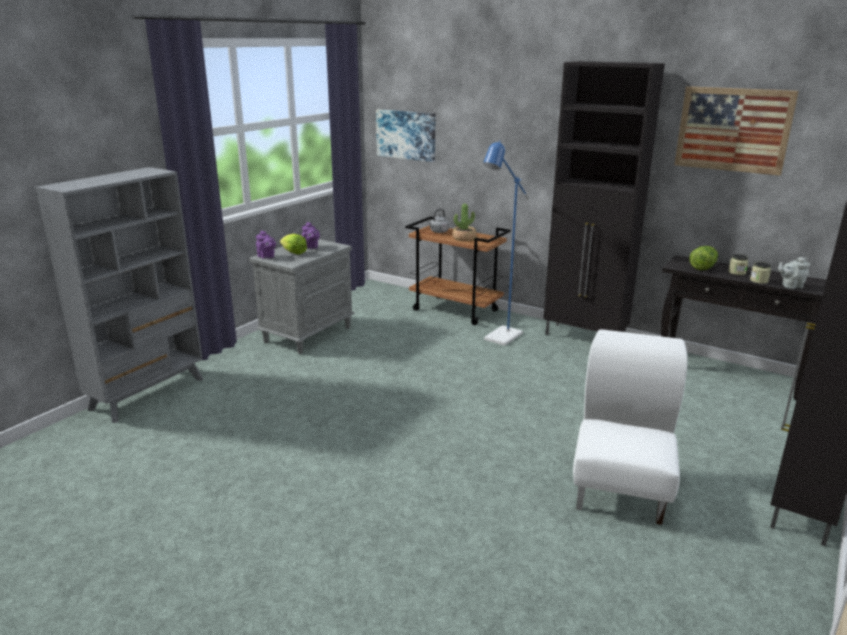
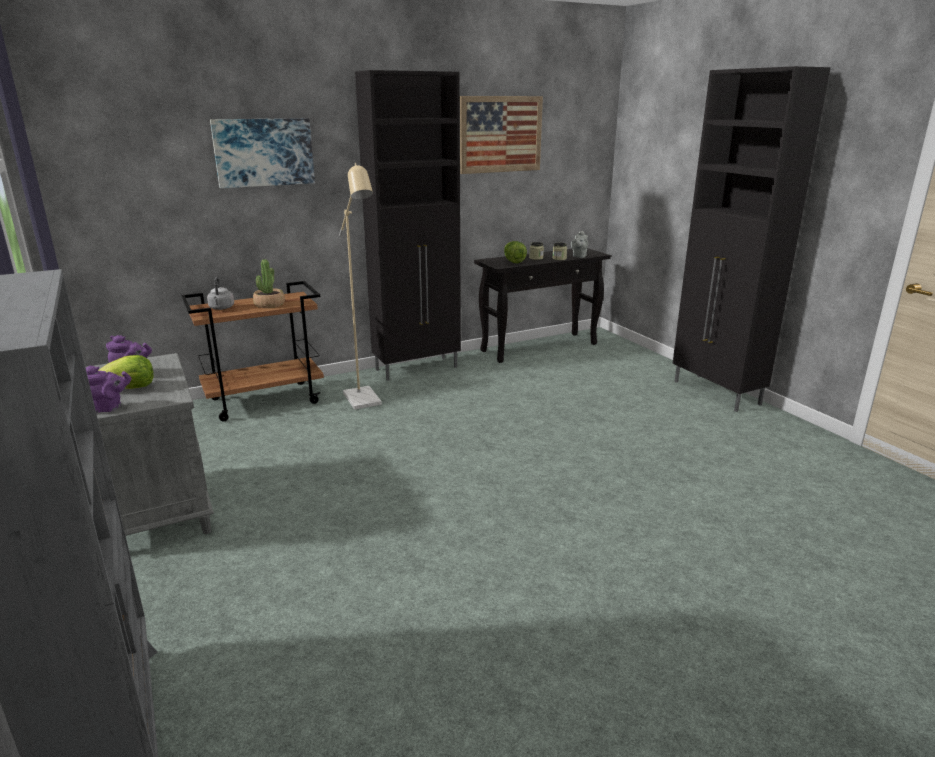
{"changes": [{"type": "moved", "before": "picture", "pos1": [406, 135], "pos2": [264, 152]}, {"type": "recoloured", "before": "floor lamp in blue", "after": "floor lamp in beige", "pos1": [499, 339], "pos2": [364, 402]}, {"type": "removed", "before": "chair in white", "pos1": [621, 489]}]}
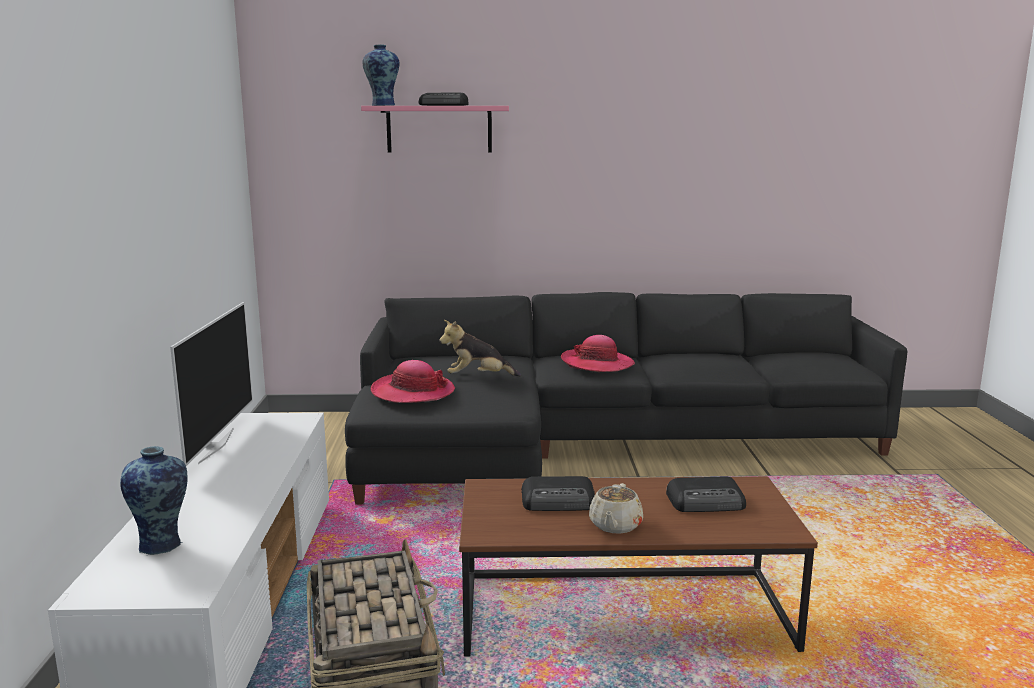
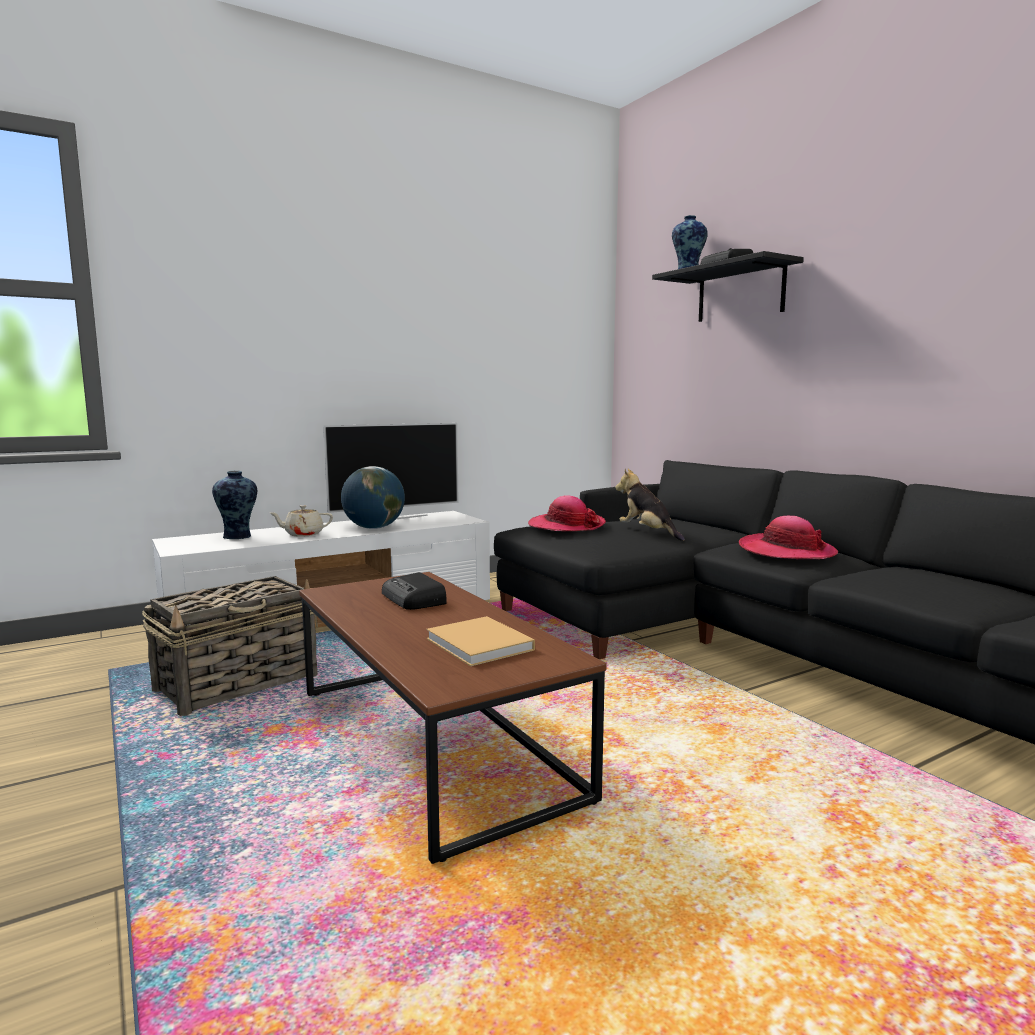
{"changes": [{"type": "moved", "before": "teapot in beige", "pos1": [615, 526], "pos2": [303, 534]}, {"type": "added", "after": "globe", "pos2": [374, 528]}, {"type": "replaced", "before": "radio", "after": "book in beige", "pos1": [707, 502], "pos2": [481, 645]}, {"type": "recoloured", "before": "shelf in pink", "after": "shelf in black", "pos1": [439, 129], "pos2": [740, 293]}]}
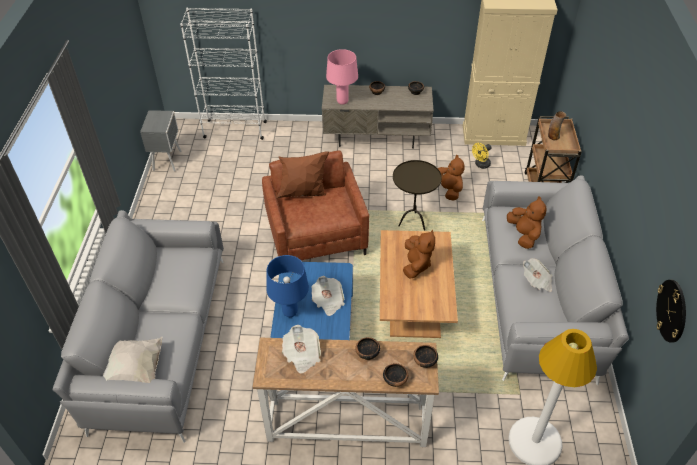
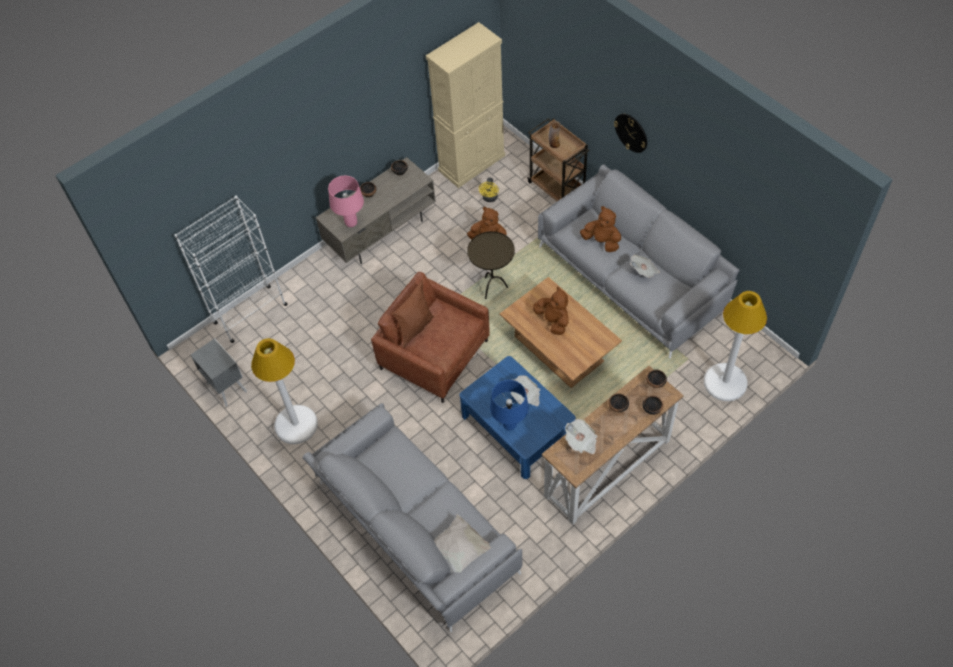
{"changes": [{"type": "added", "after": "floor lamp in white", "pos2": [296, 425]}, {"type": "moved", "before": "wall clock", "pos1": [671, 311], "pos2": [631, 132]}]}
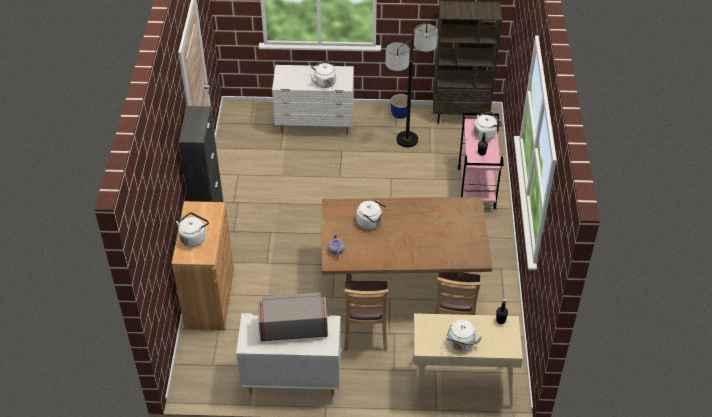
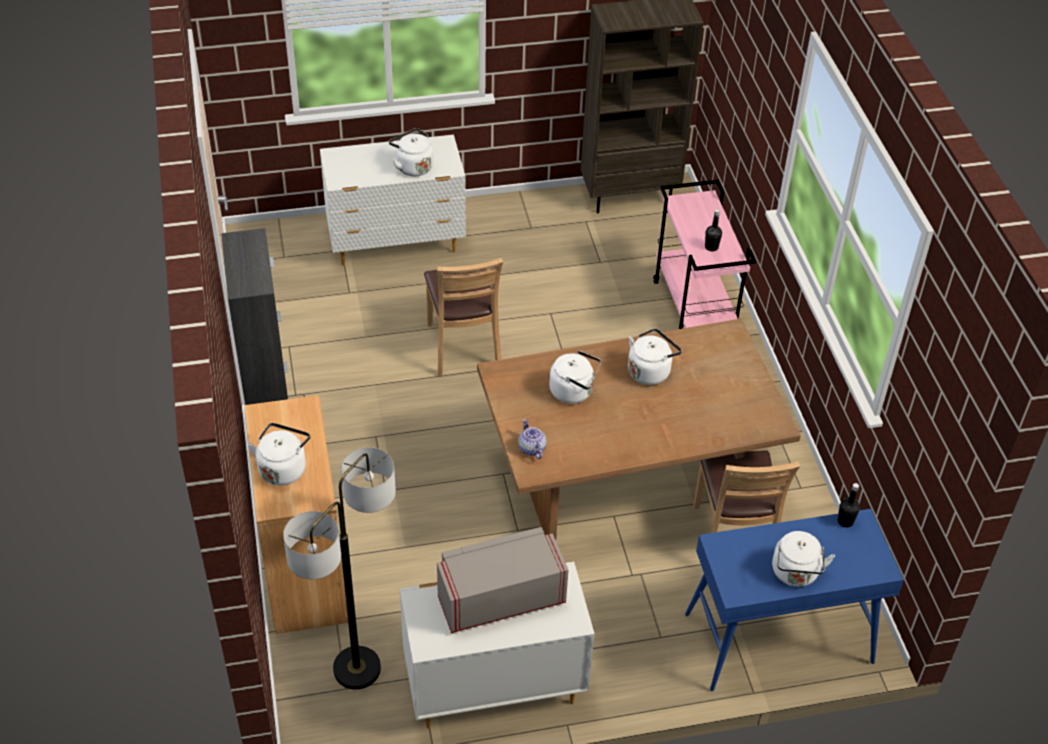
{"changes": [{"type": "moved", "before": "floor lamp", "pos1": [407, 140], "pos2": [356, 669]}, {"type": "moved", "before": "chair in brown", "pos1": [365, 331], "pos2": [463, 346]}, {"type": "moved", "before": "kettle in white", "pos1": [486, 134], "pos2": [650, 371]}, {"type": "recoloured", "before": "console table in beige", "after": "console table in blue", "pos1": [460, 383], "pos2": [777, 639]}, {"type": "removed", "before": "planter", "pos1": [400, 114]}]}
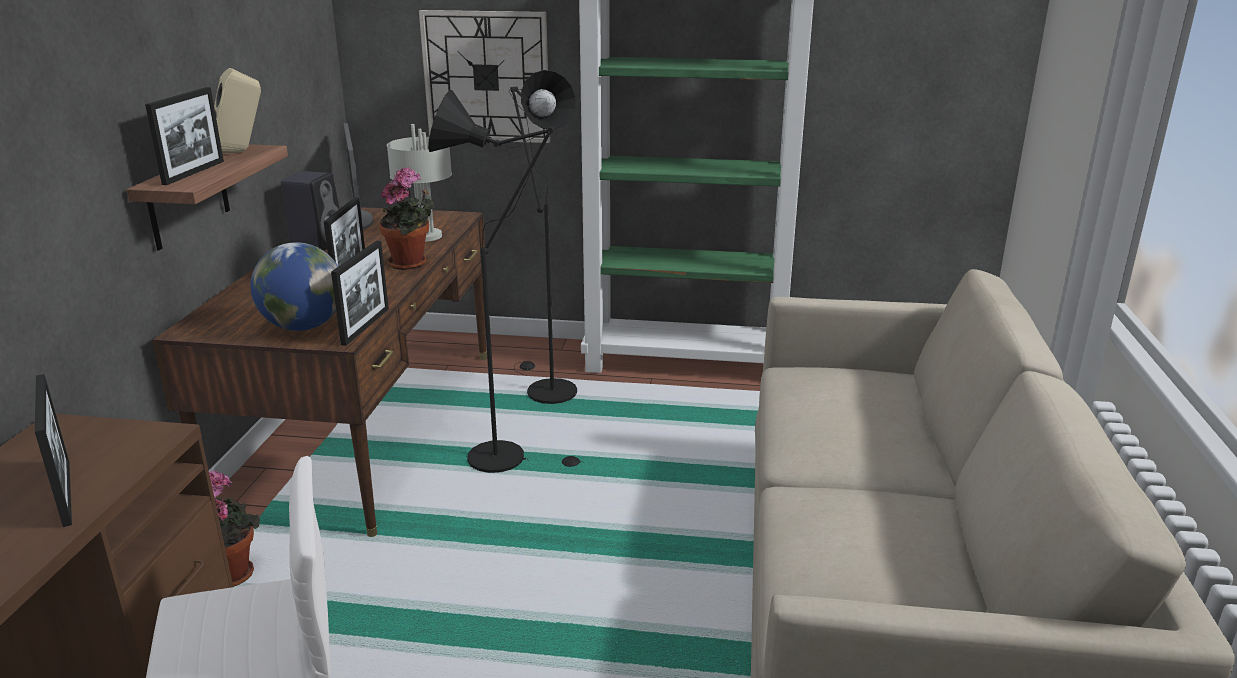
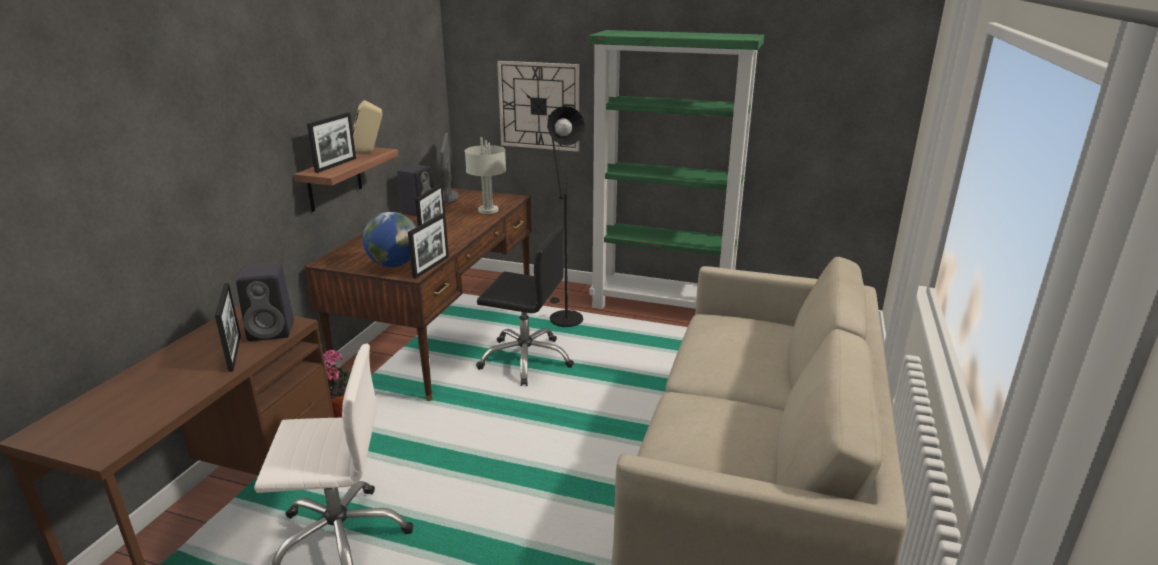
{"changes": [{"type": "added", "after": "speaker in black", "pos2": [273, 331]}, {"type": "replaced", "before": "floor lamp in black", "after": "office chair in black", "pos1": [508, 458], "pos2": [526, 359]}, {"type": "removed", "before": "potted plant", "pos1": [411, 264]}]}
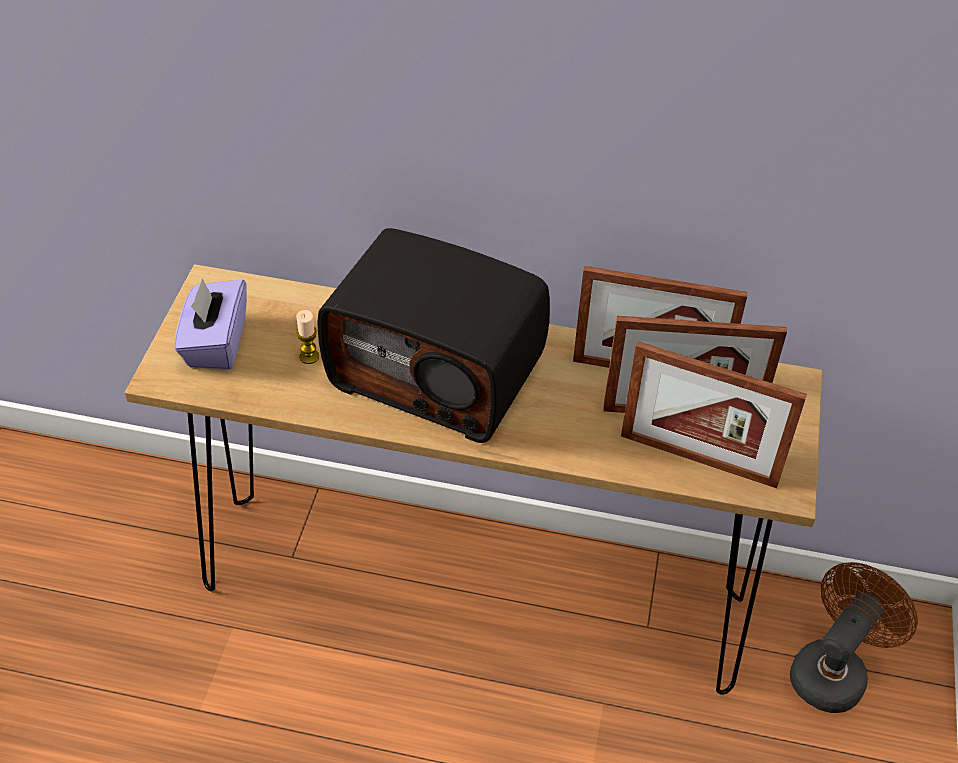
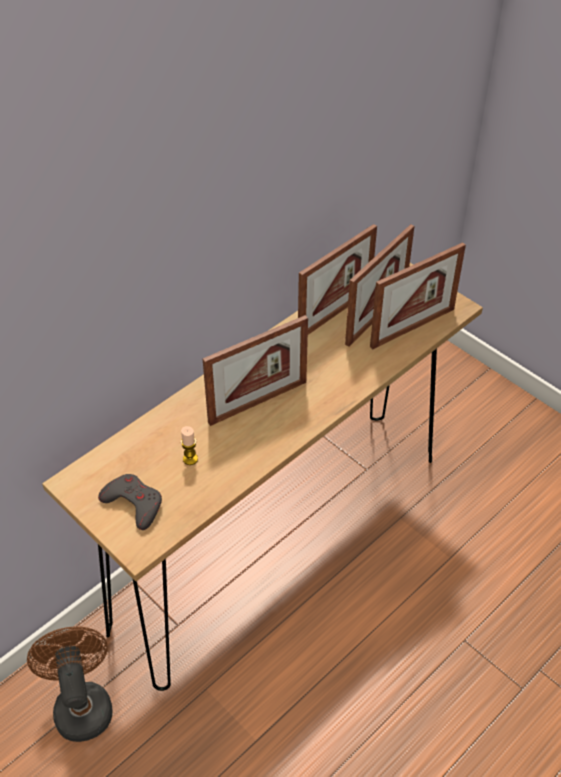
{"changes": [{"type": "moved", "before": "fan in brown", "pos1": [833, 670], "pos2": [81, 704]}, {"type": "replaced", "before": "tissue box in purple", "after": "game controller in grey", "pos1": [215, 343], "pos2": [133, 503]}, {"type": "replaced", "before": "radio", "after": "picture frame", "pos1": [438, 371], "pos2": [258, 402]}]}
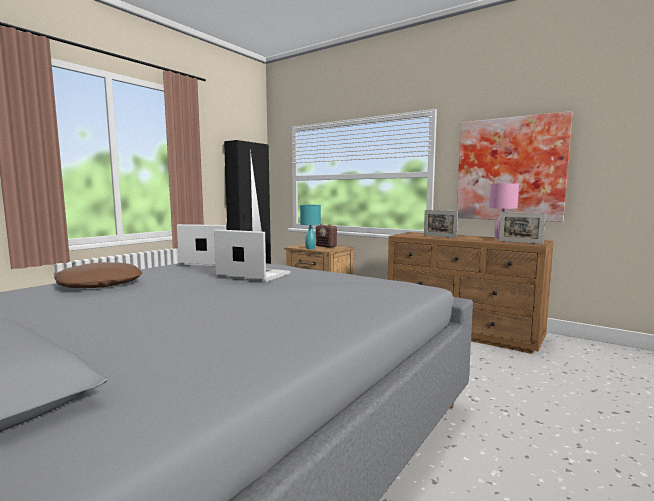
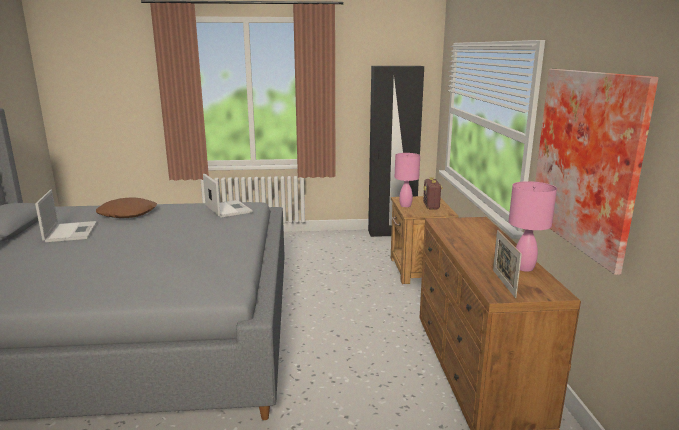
{"changes": [{"type": "moved", "before": "laptop", "pos1": [252, 275], "pos2": [71, 232]}, {"type": "recoloured", "before": "table lamp in turquoise", "after": "table lamp in pink", "pos1": [311, 248], "pos2": [405, 205]}, {"type": "removed", "before": "picture frame", "pos1": [439, 236]}]}
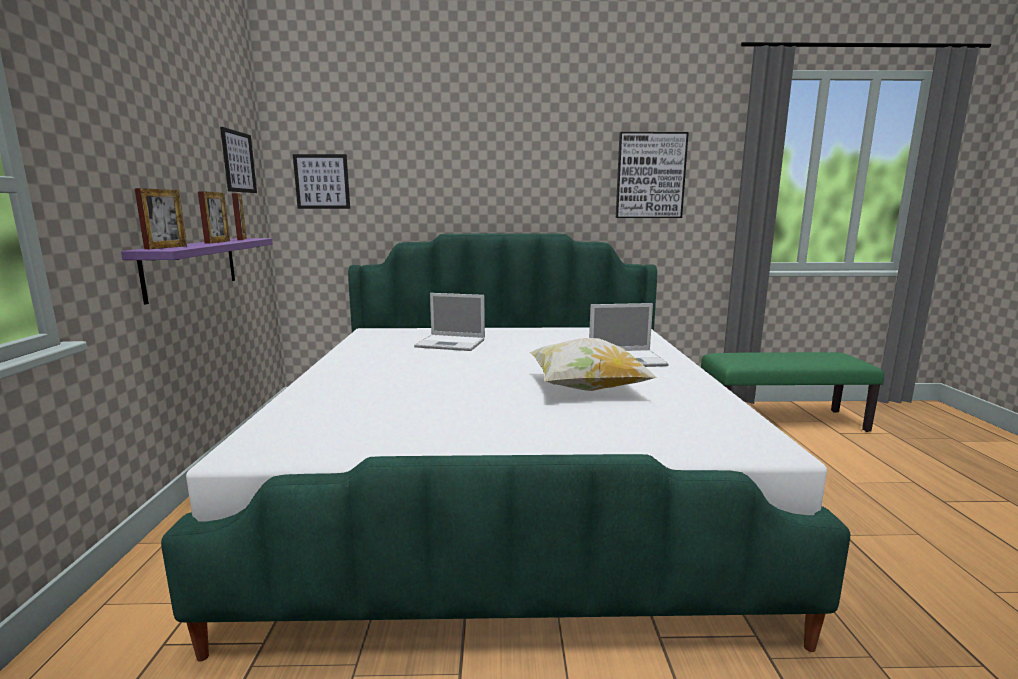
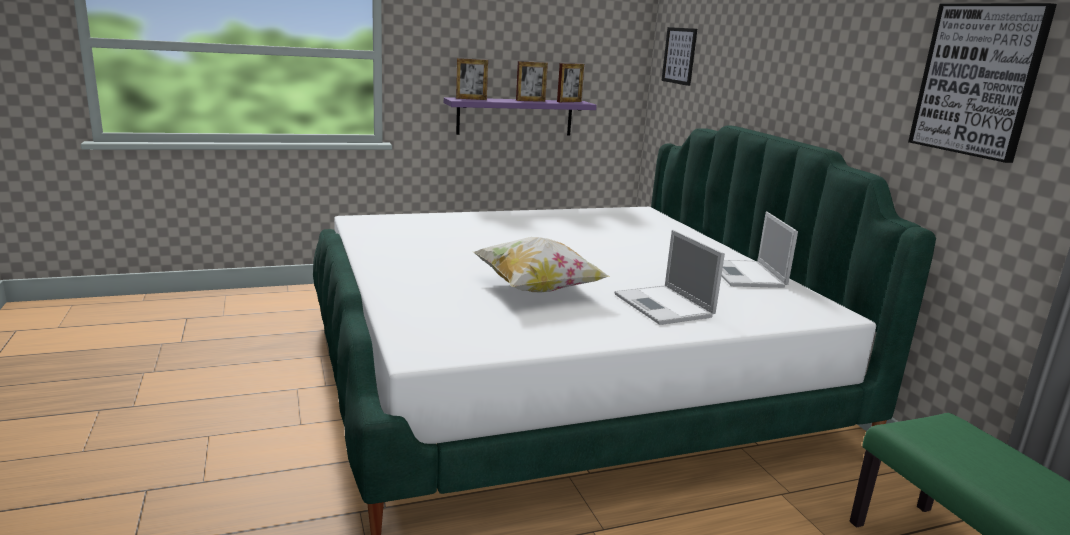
{"changes": [{"type": "moved", "before": "laptop", "pos1": [452, 343], "pos2": [746, 275]}, {"type": "removed", "before": "picture", "pos1": [238, 162]}]}
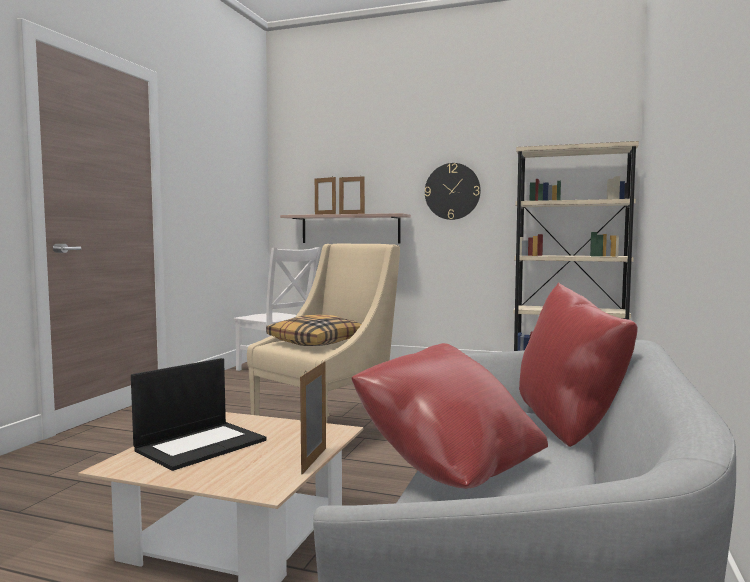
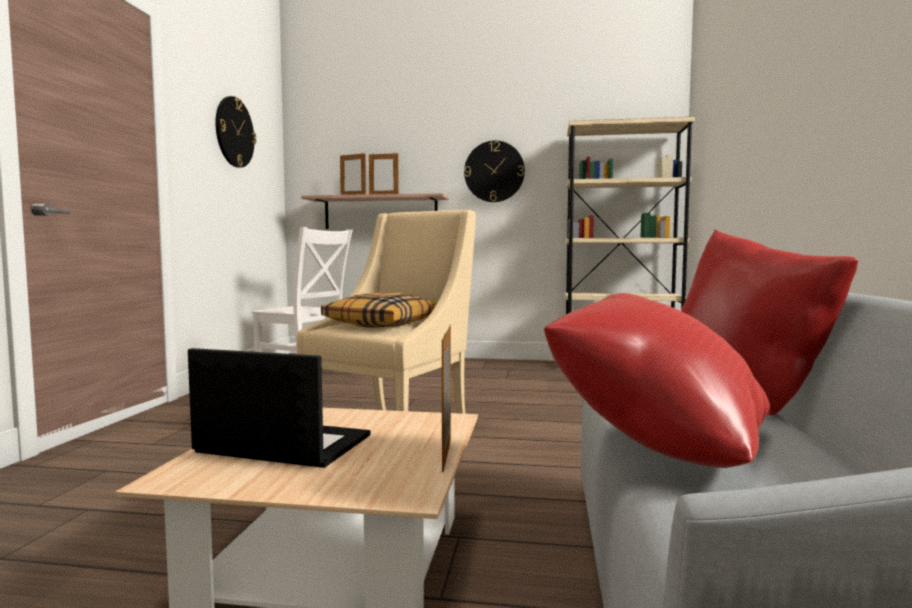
{"changes": [{"type": "turned", "before": "laptop", "pos1": [201, 444], "pos2": [282, 445], "turn": -105}, {"type": "added", "after": "wall clock", "pos2": [234, 132]}]}
